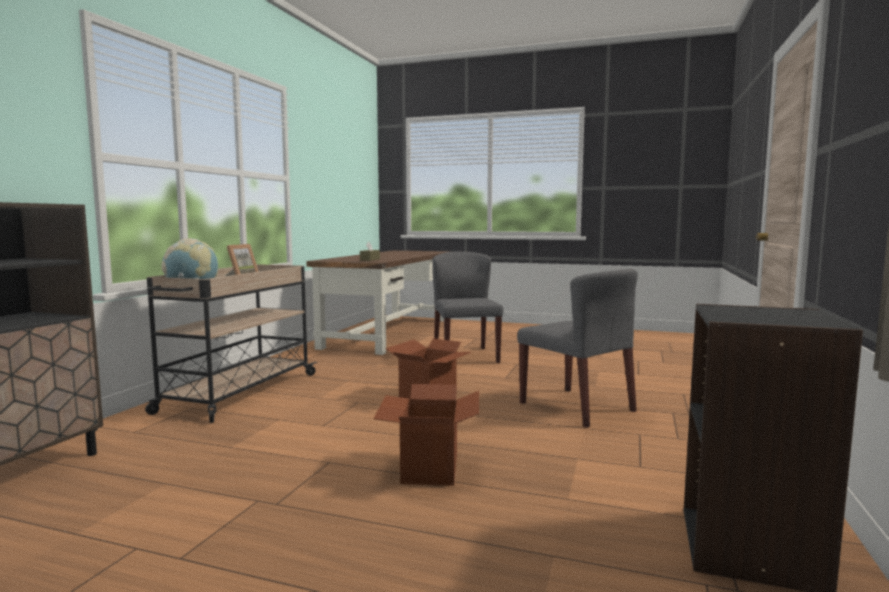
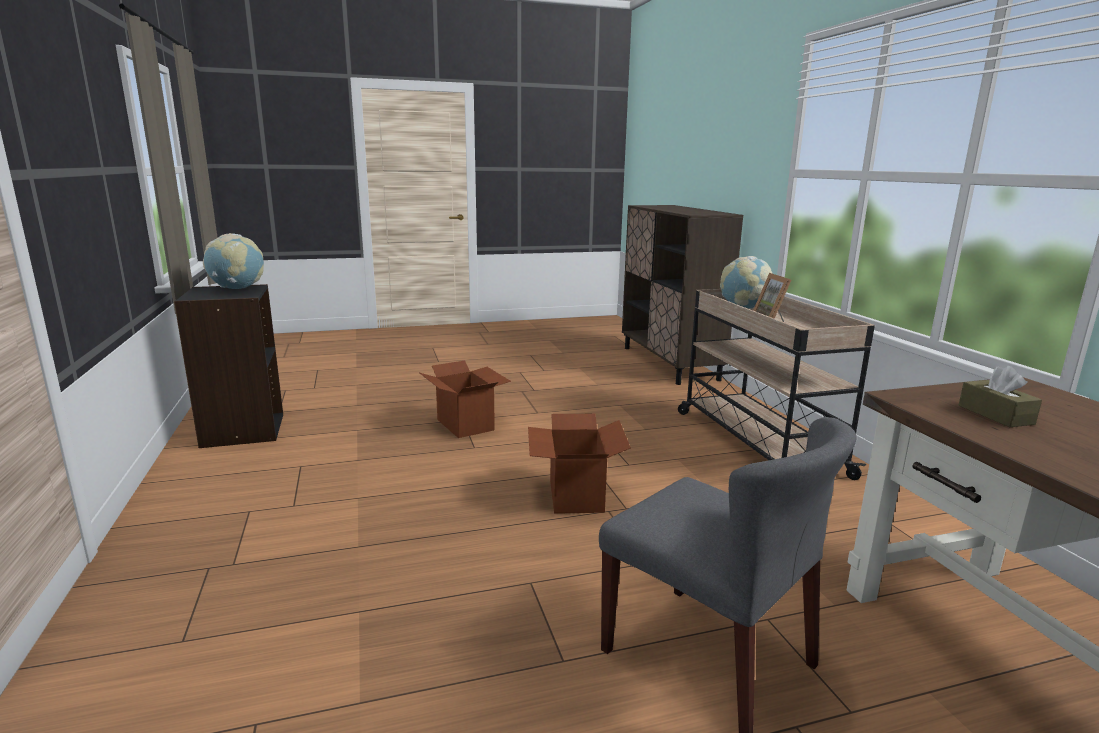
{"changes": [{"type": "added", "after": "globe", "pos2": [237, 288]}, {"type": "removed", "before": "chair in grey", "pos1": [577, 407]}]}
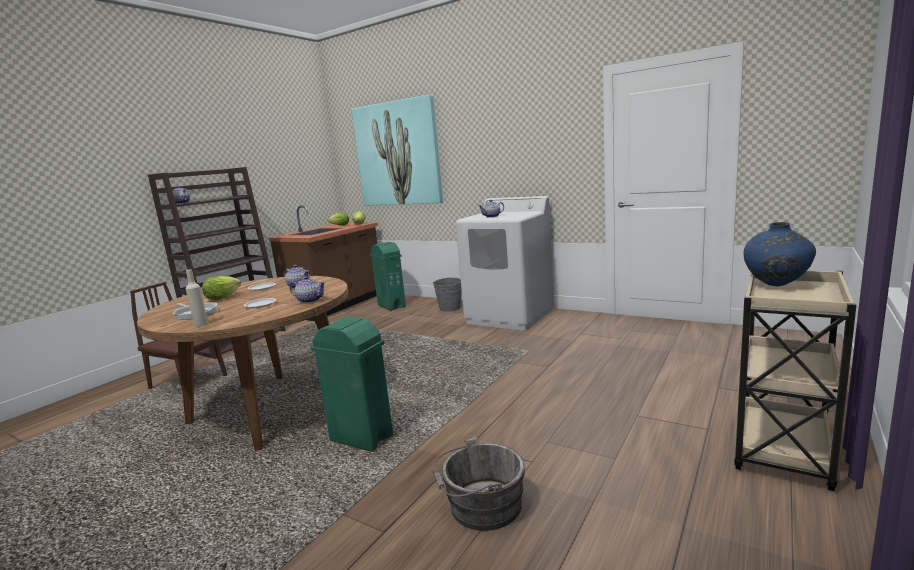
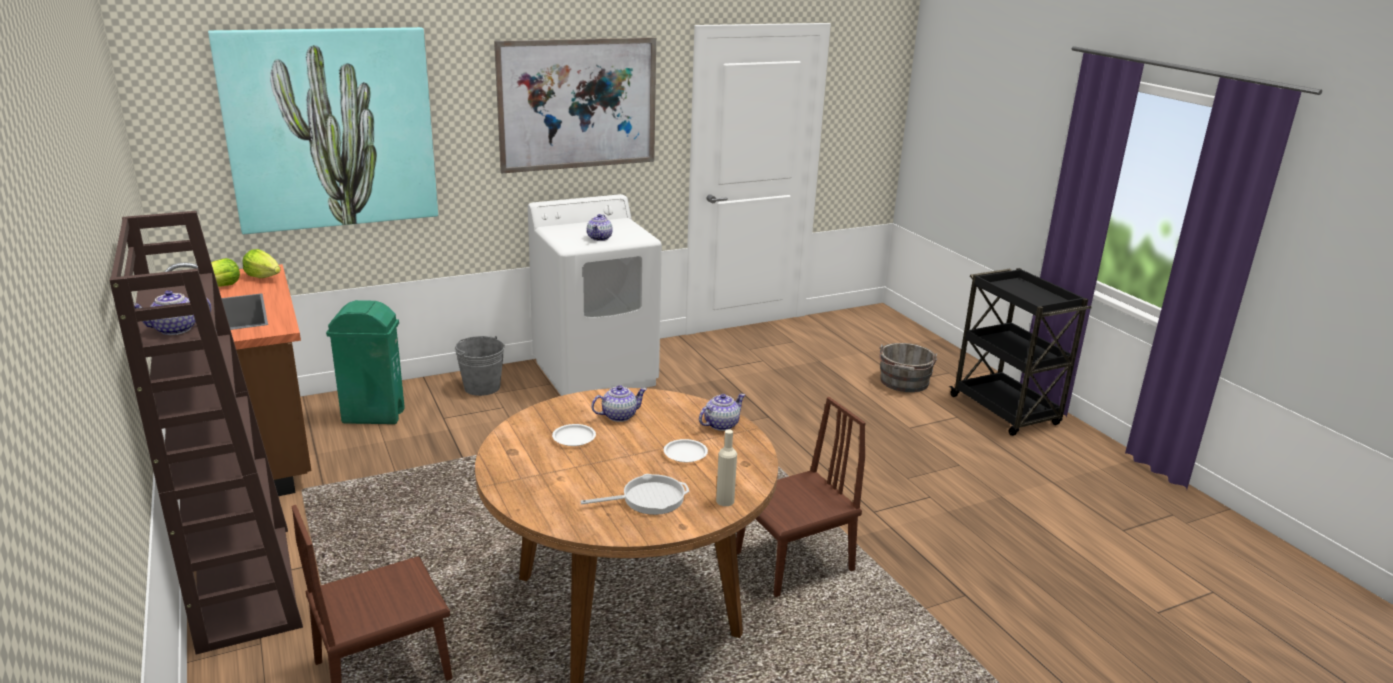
{"changes": [{"type": "added", "after": "picture", "pos2": [578, 104]}, {"type": "replaced", "before": "trash can in green", "after": "chair in brown", "pos1": [362, 438], "pos2": [793, 562]}, {"type": "moved", "before": "bucket in grey", "pos1": [481, 506], "pos2": [904, 383]}, {"type": "recoloured", "before": "cart in beige", "after": "cart in black", "pos1": [782, 450], "pos2": [1005, 411]}, {"type": "removed", "before": "lettuce", "pos1": [222, 298]}, {"type": "removed", "before": "vase in blue", "pos1": [776, 286]}]}
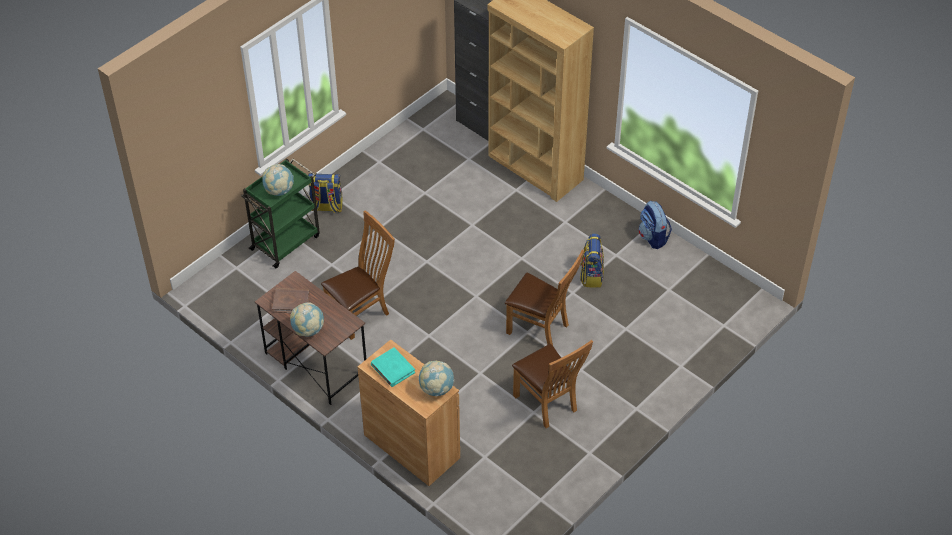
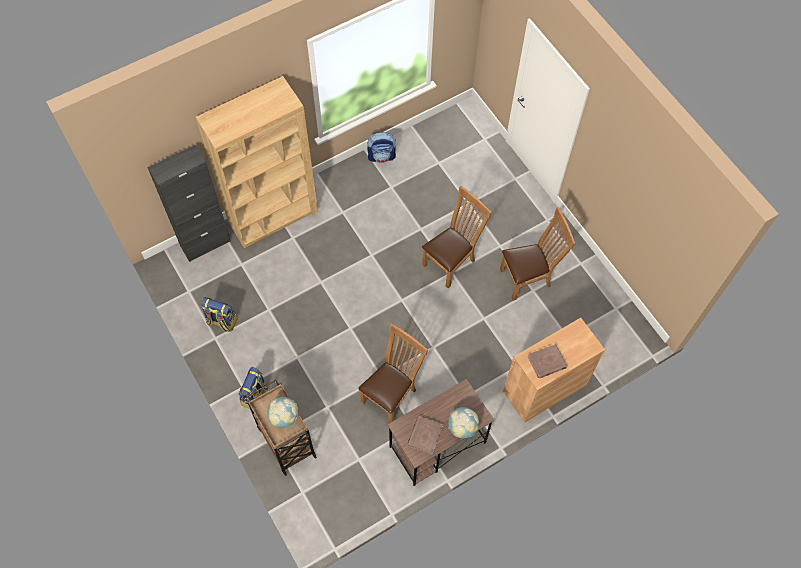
{"changes": [{"type": "moved", "before": "backpack", "pos1": [591, 275], "pos2": [221, 321]}, {"type": "recoloured", "before": "cart in green", "after": "cart in brown", "pos1": [286, 242], "pos2": [286, 440]}, {"type": "turned", "before": "chair in brown", "pos1": [361, 313], "pos2": [392, 394], "turn": 60}, {"type": "recoloured", "before": "book in turquoise", "after": "book in brown", "pos1": [392, 369], "pos2": [547, 362]}, {"type": "removed", "before": "globe", "pos1": [436, 389]}]}
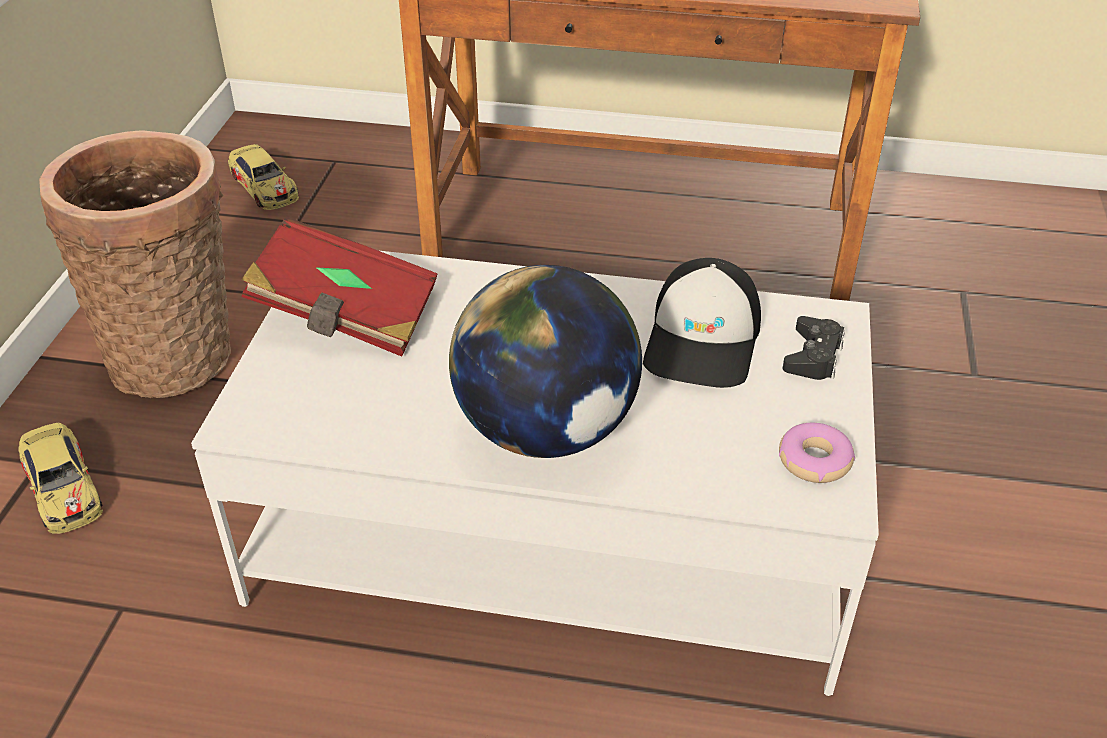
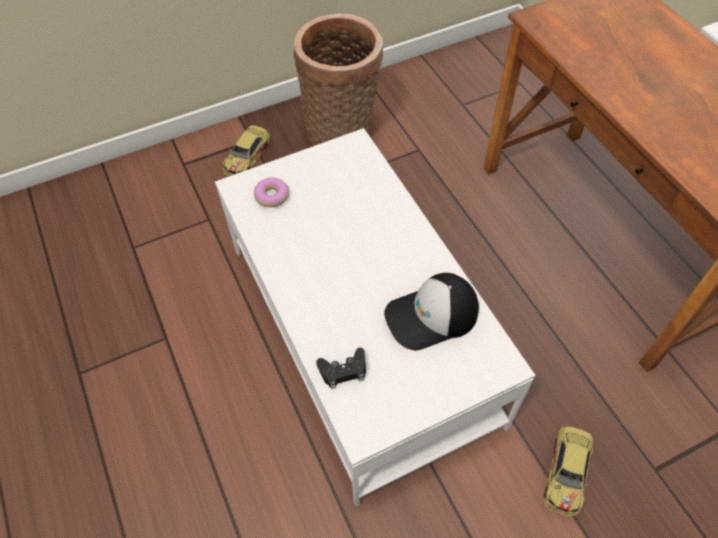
{"changes": [{"type": "moved", "before": "donut", "pos1": [814, 461], "pos2": [271, 196]}, {"type": "moved", "before": "game controller in black", "pos1": [813, 356], "pos2": [343, 371]}, {"type": "moved", "before": "toy car", "pos1": [264, 185], "pos2": [567, 472]}, {"type": "removed", "before": "book in red", "pos1": [346, 316]}, {"type": "removed", "before": "globe", "pos1": [546, 430]}]}
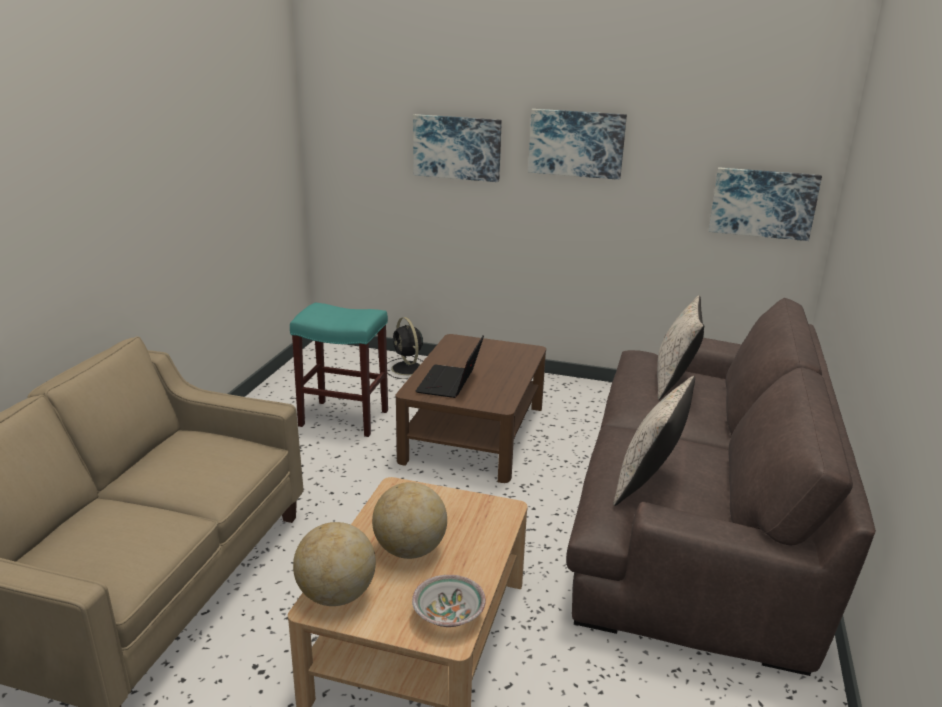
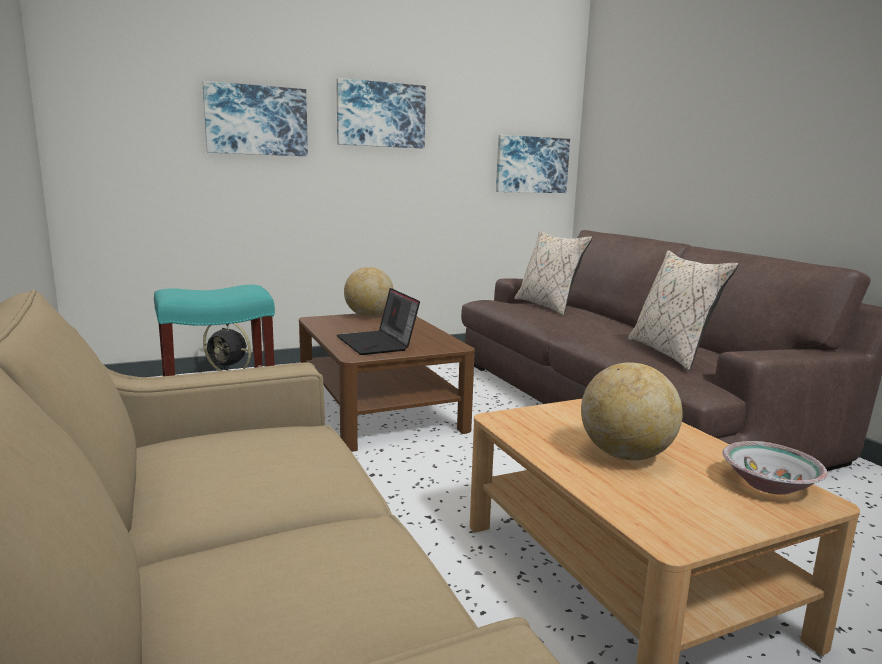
{"changes": [{"type": "moved", "before": "globe", "pos1": [336, 595], "pos2": [369, 316]}]}
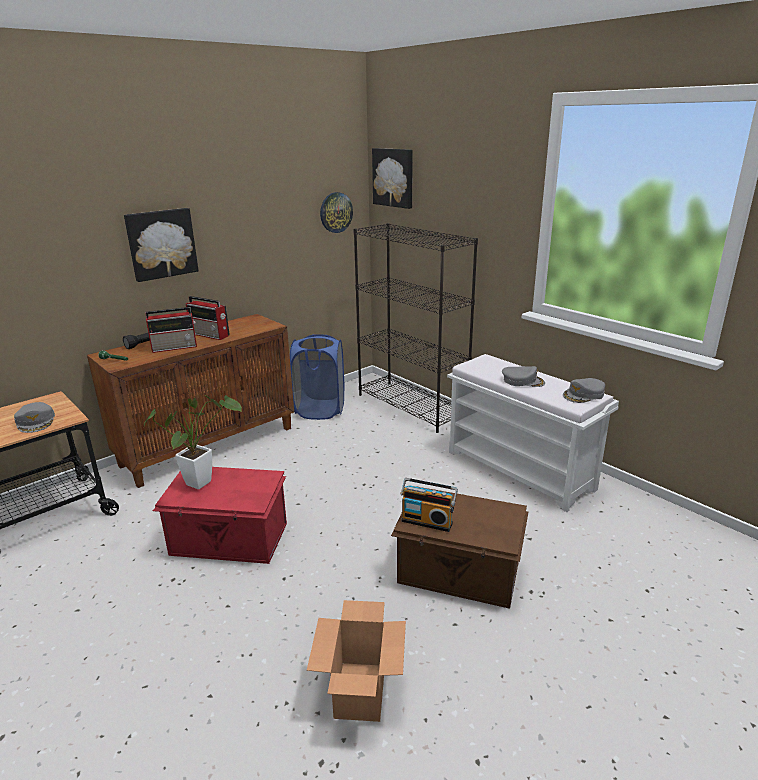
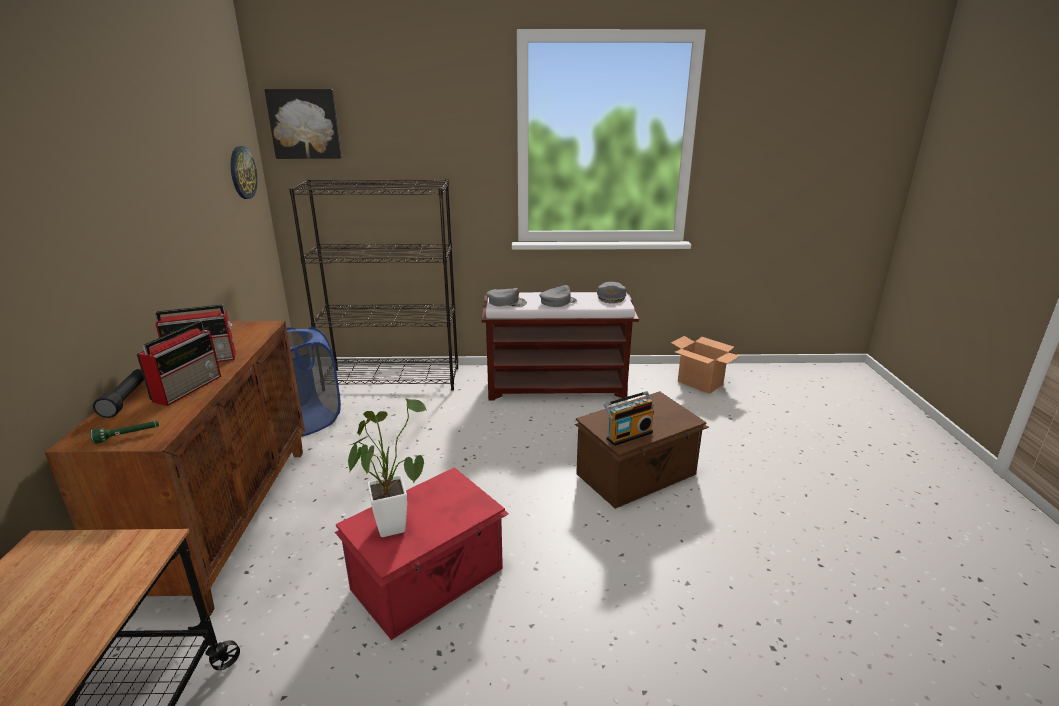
{"changes": [{"type": "recoloured", "before": "bench in white", "after": "bench in brown", "pos1": [520, 470], "pos2": [557, 387]}, {"type": "moved", "before": "cap in grey", "pos1": [36, 421], "pos2": [506, 302]}, {"type": "moved", "before": "cardboard box", "pos1": [360, 692], "pos2": [700, 383]}, {"type": "removed", "before": "picture", "pos1": [161, 244]}]}
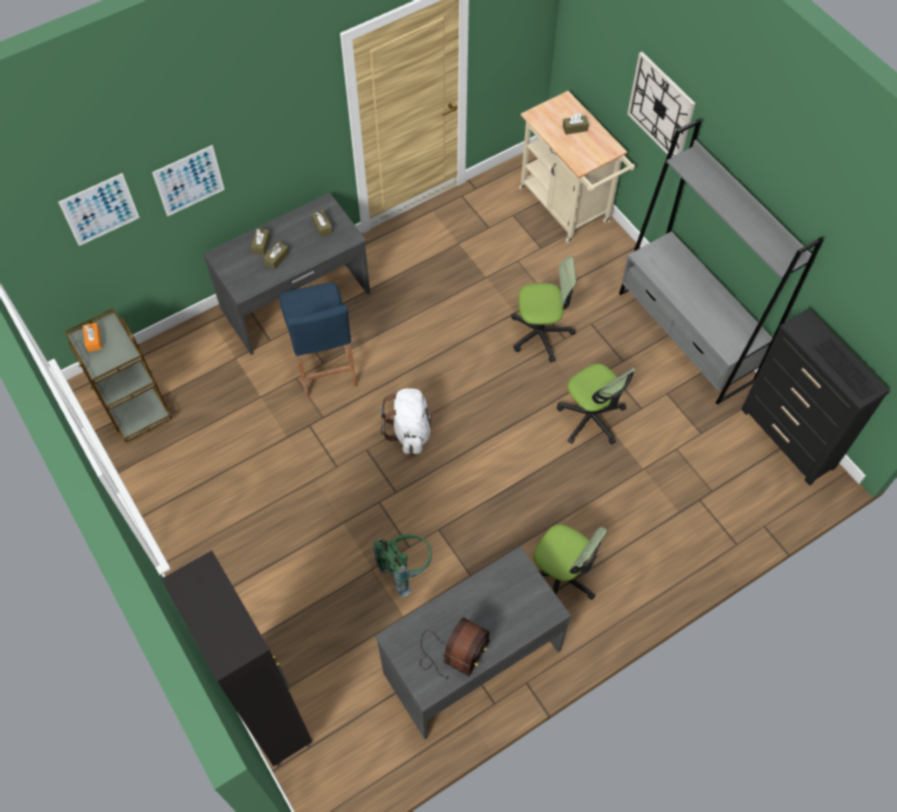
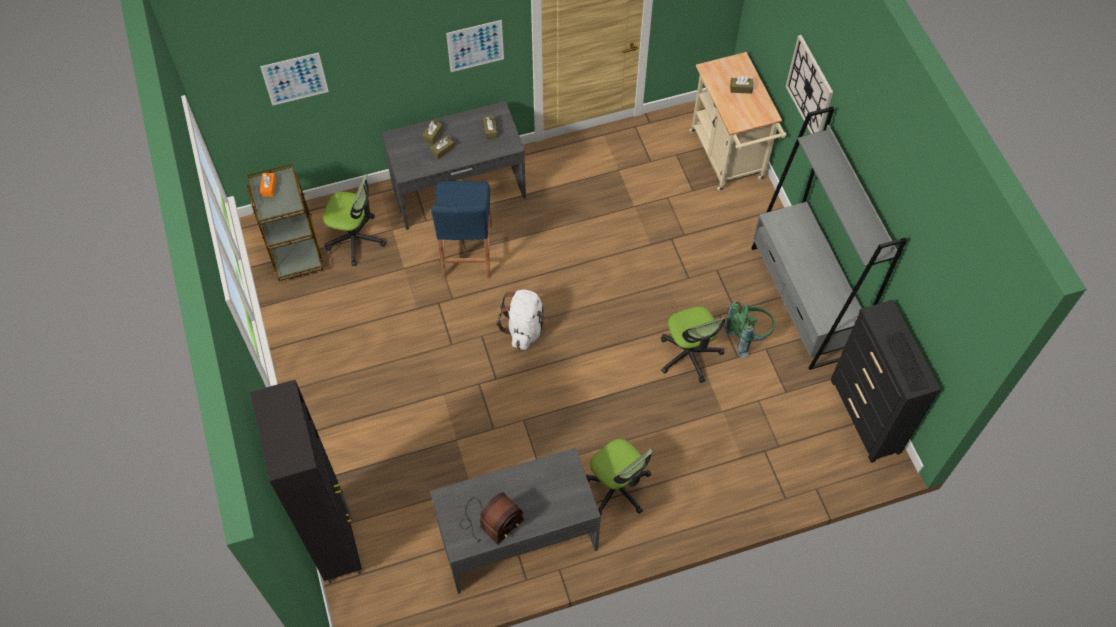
{"changes": [{"type": "moved", "before": "office chair", "pos1": [540, 333], "pos2": [355, 239]}, {"type": "moved", "before": "picture", "pos1": [189, 181], "pos2": [475, 46]}, {"type": "moved", "before": "backpack in green", "pos1": [406, 568], "pos2": [748, 336]}]}
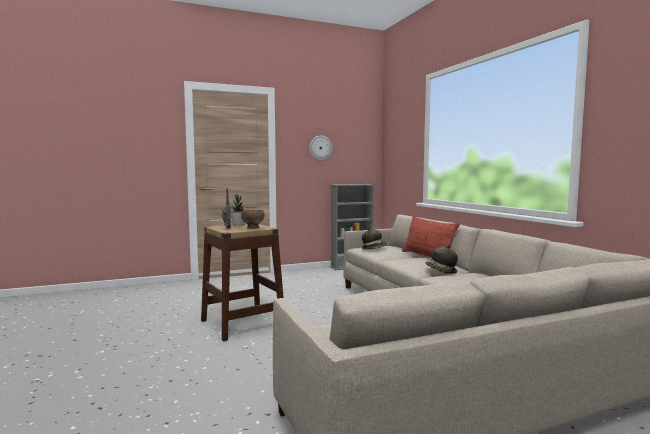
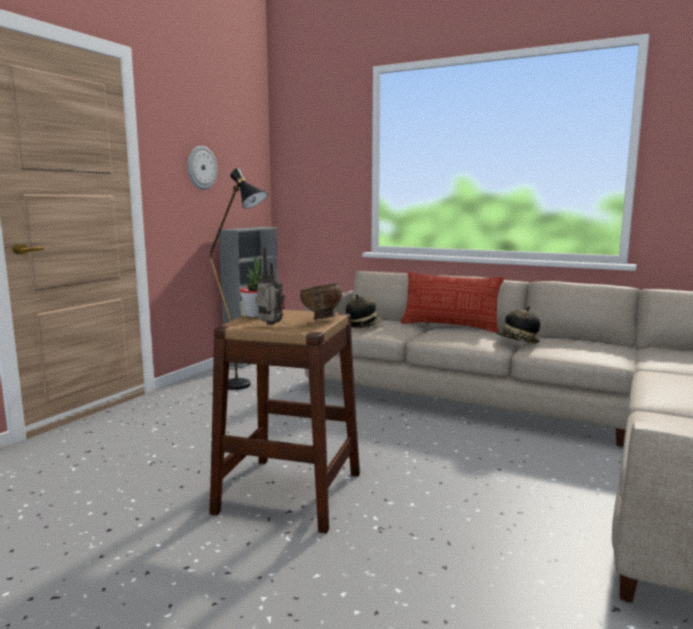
{"changes": [{"type": "added", "after": "floor lamp in black", "pos2": [245, 387]}]}
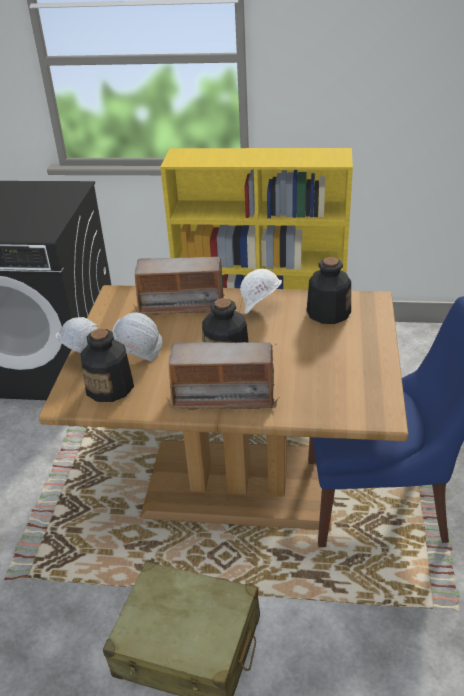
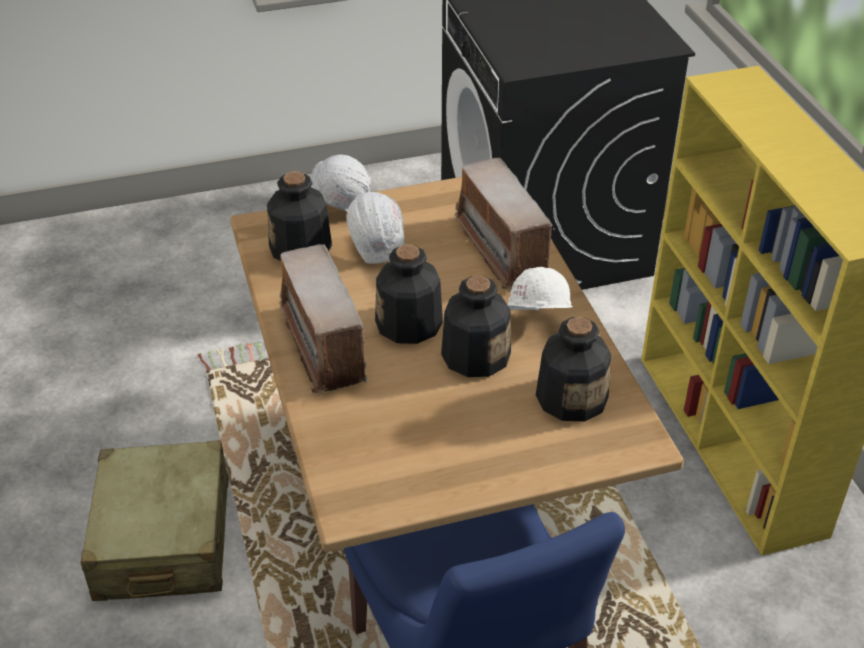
{"changes": [{"type": "added", "after": "bottle", "pos2": [475, 355]}]}
